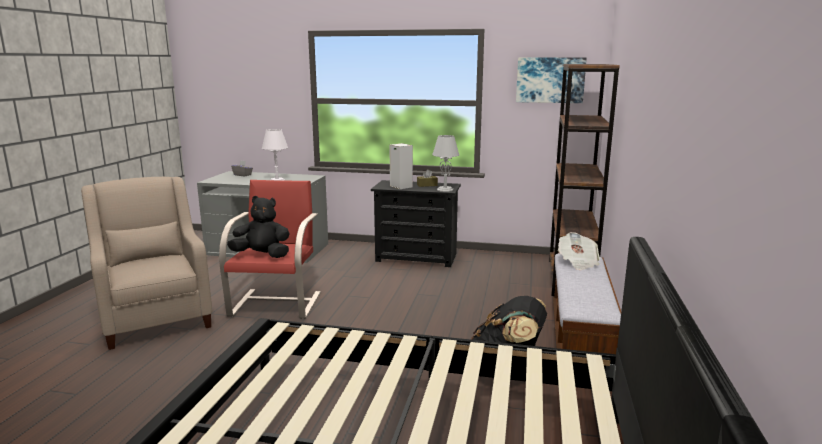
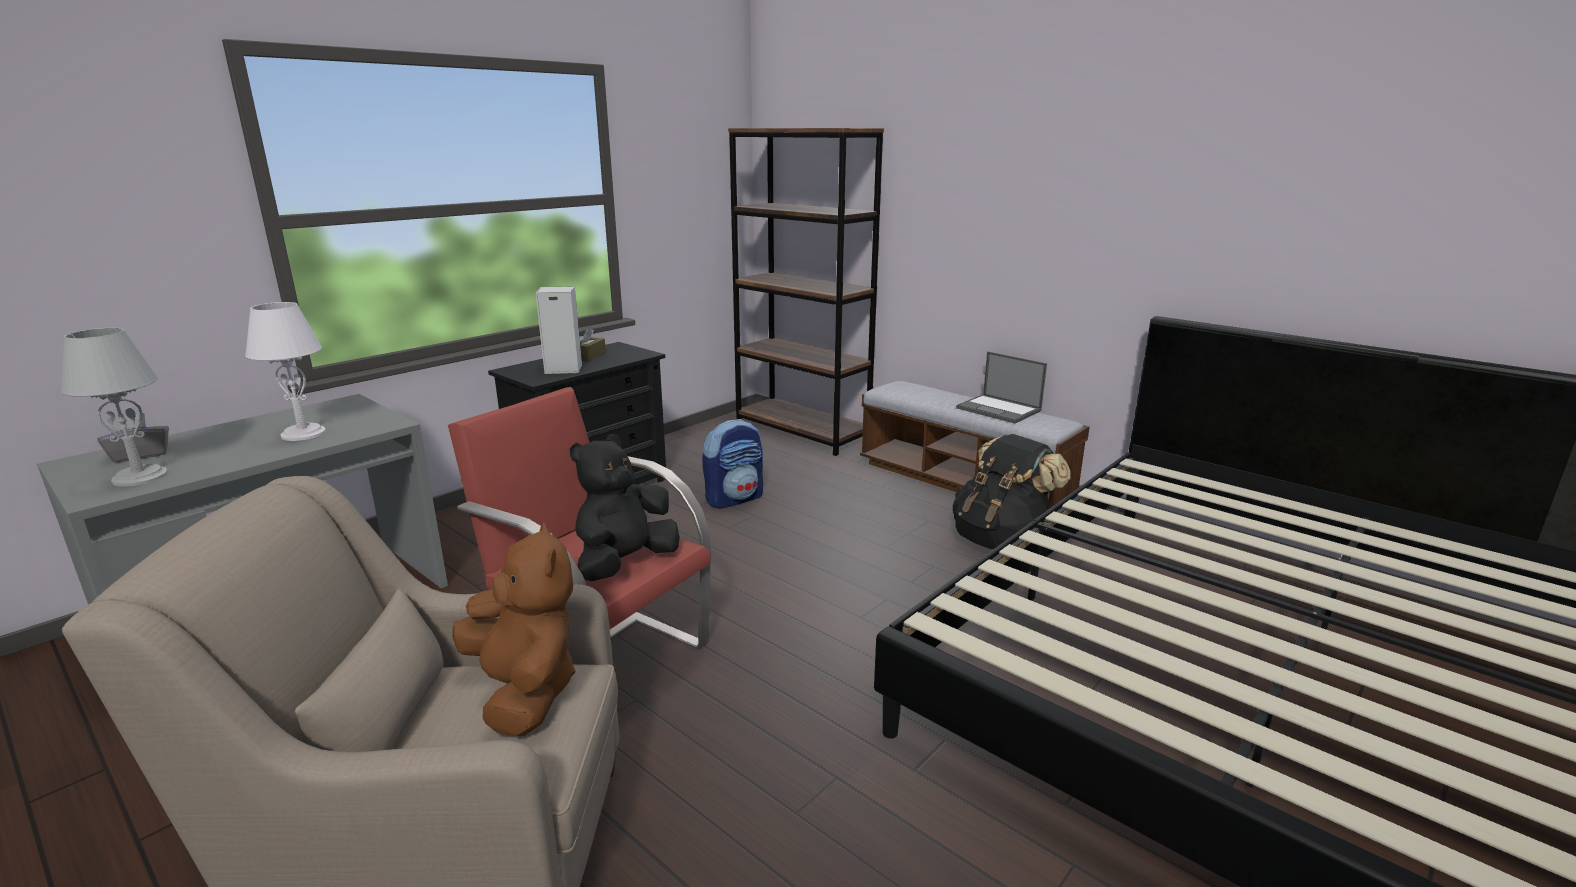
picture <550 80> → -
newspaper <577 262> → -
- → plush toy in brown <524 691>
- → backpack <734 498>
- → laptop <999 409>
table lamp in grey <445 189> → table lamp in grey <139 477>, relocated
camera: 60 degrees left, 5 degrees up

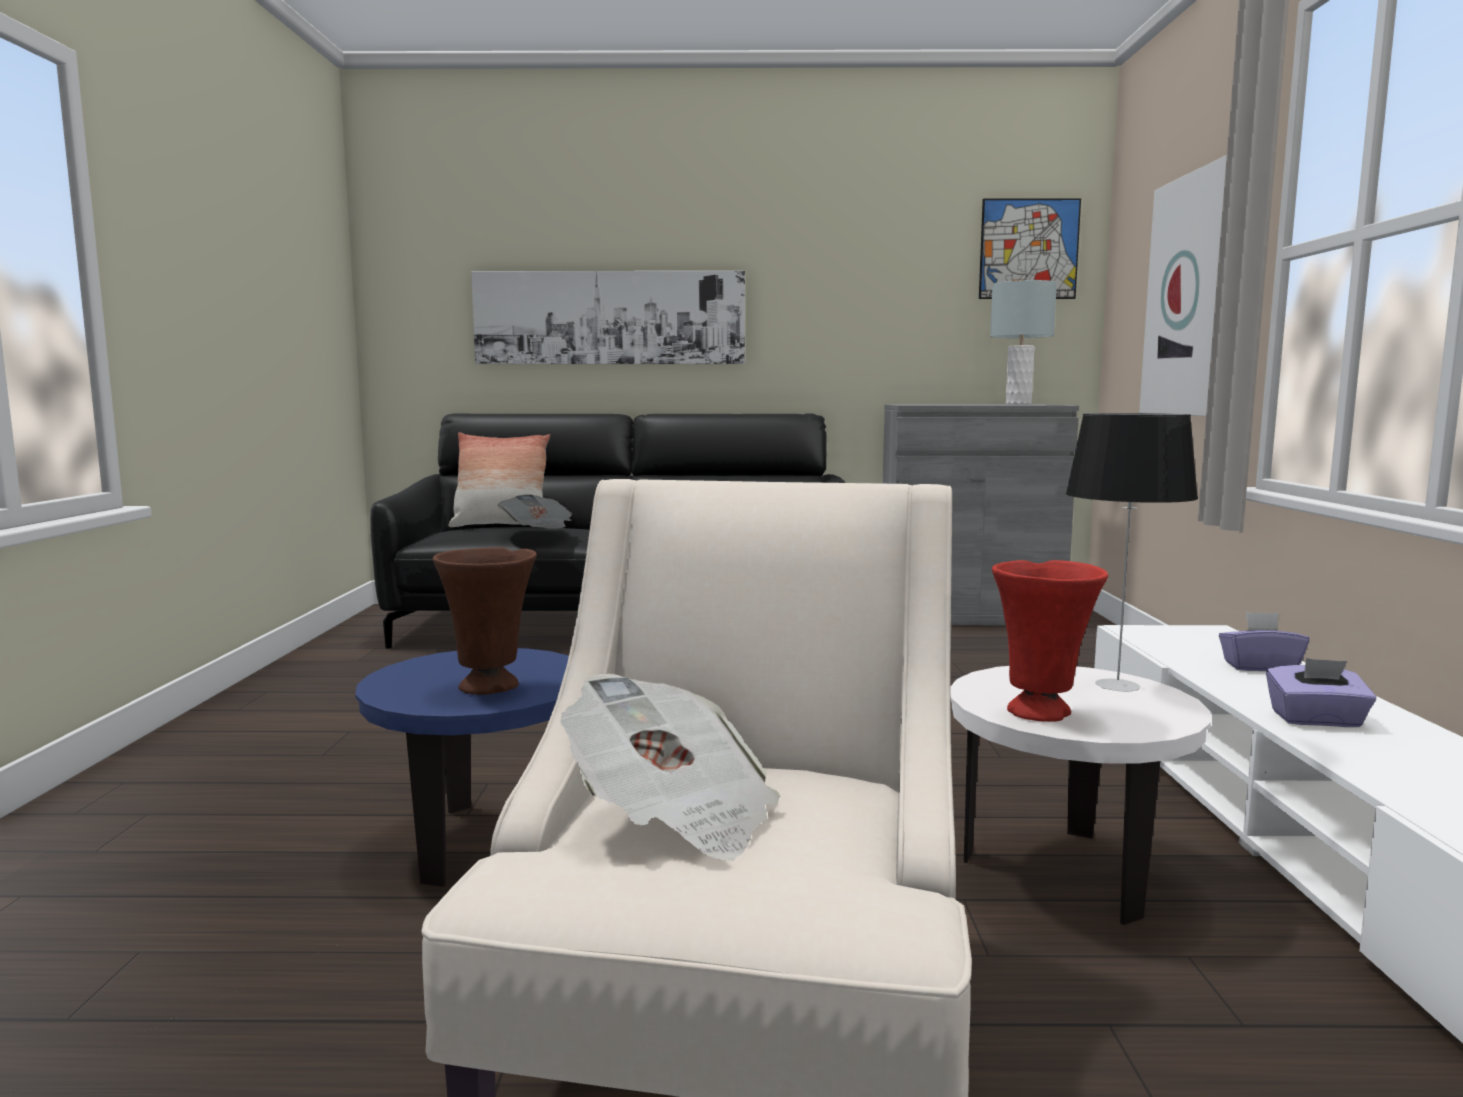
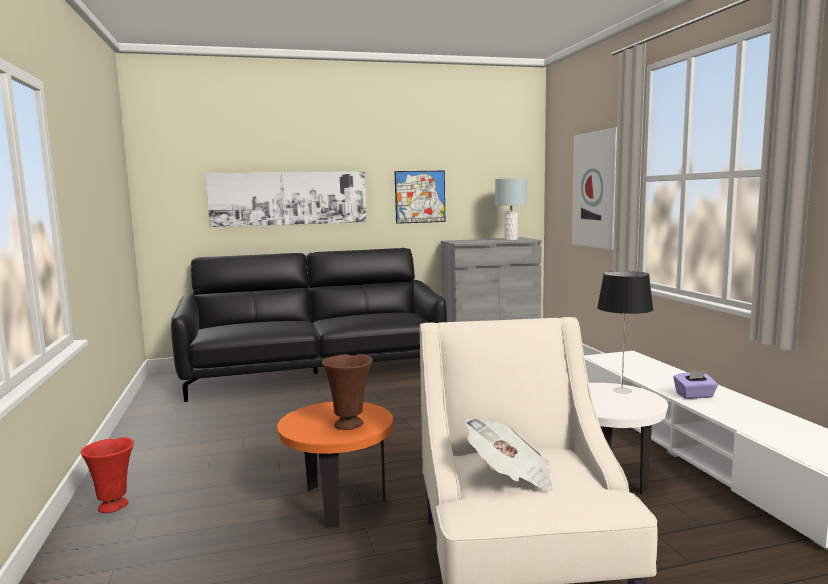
pillow <500 526> → -
newspaper <538 533> → -
tissue box in purple <1259 667> → -
picture <1029 249> → picture <420 196>, relocated
vase in red <1042 712> → vase in red <114 506>, relocated
side table in blue <484 841> → side table in orange <339 502>
camera: 15 degrees left, 0 degrees up

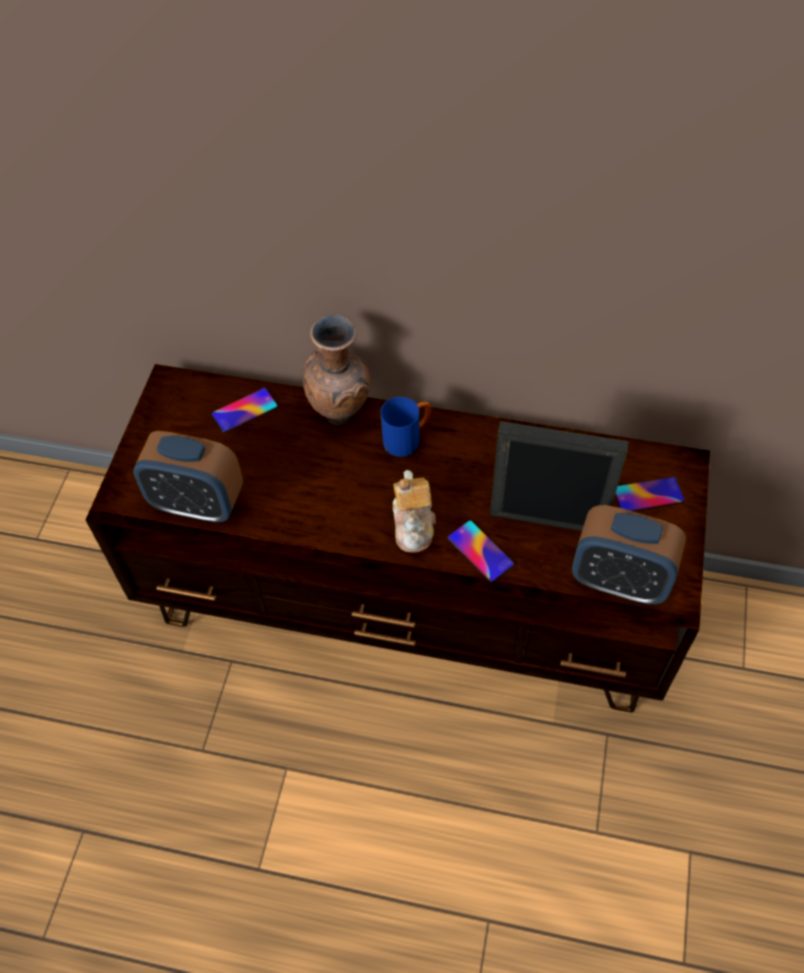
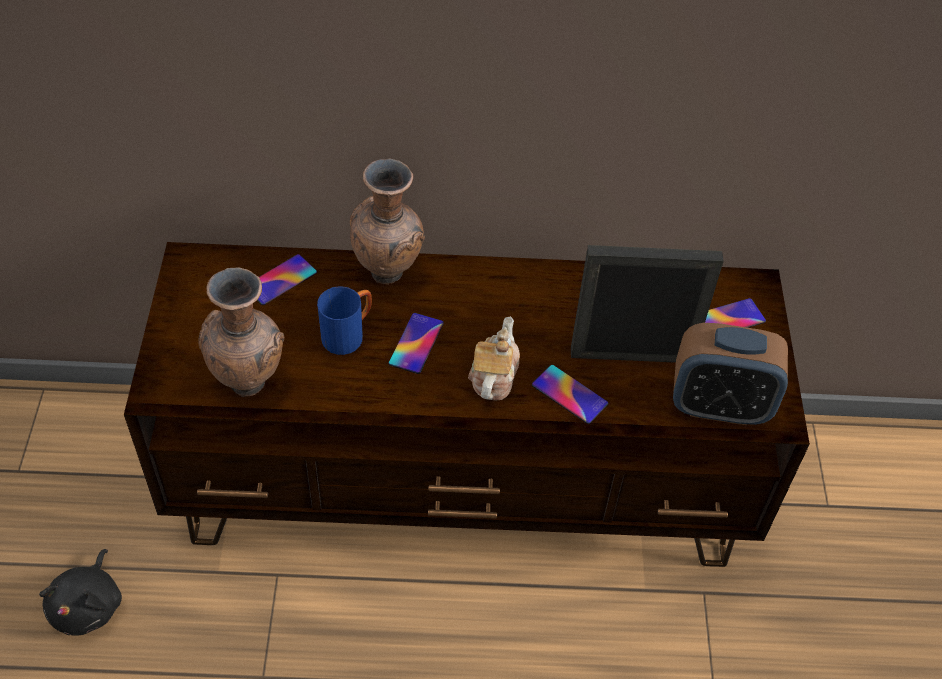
- → plush toy in black <89 605>
- → phone <416 343>
mug in blue <407 439> → mug in blue <348 334>, relocated
alarm clock <198 503> → vase in brown <250 382>
teapot <414 524> → teapot <493 376>, 150 degrees counterclockwise
camera: 15 degrees left, 5 degrees down

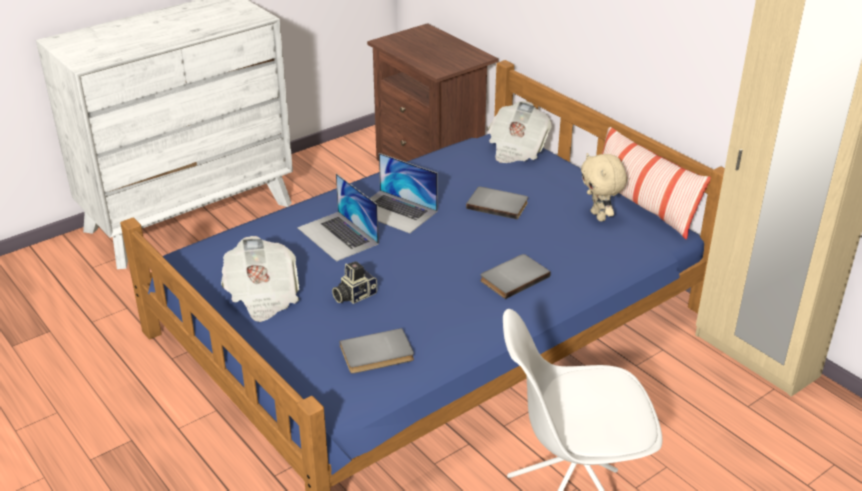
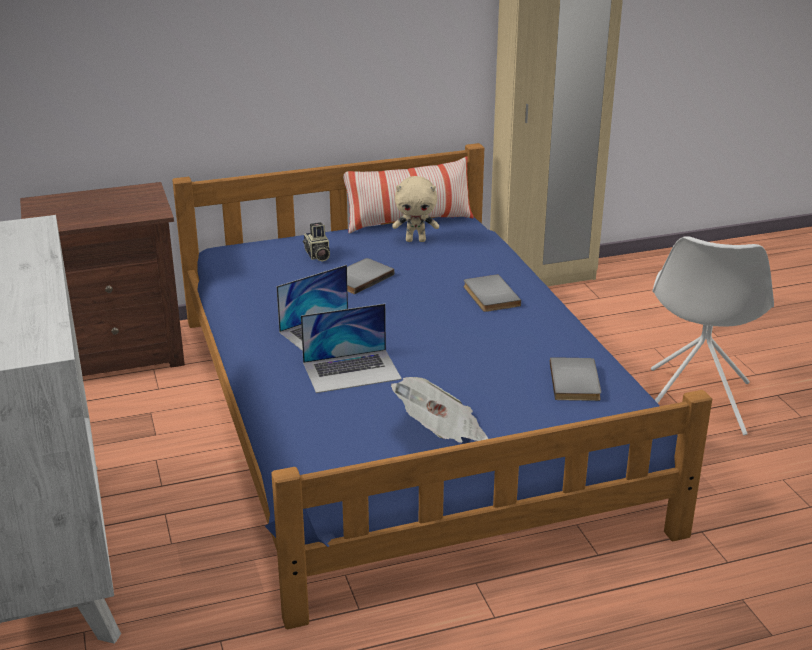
newspaper <516 149> → -
photo camera <354 295> → photo camera <317 255>, relocated
camera: 70 degrees left, 5 degrees down

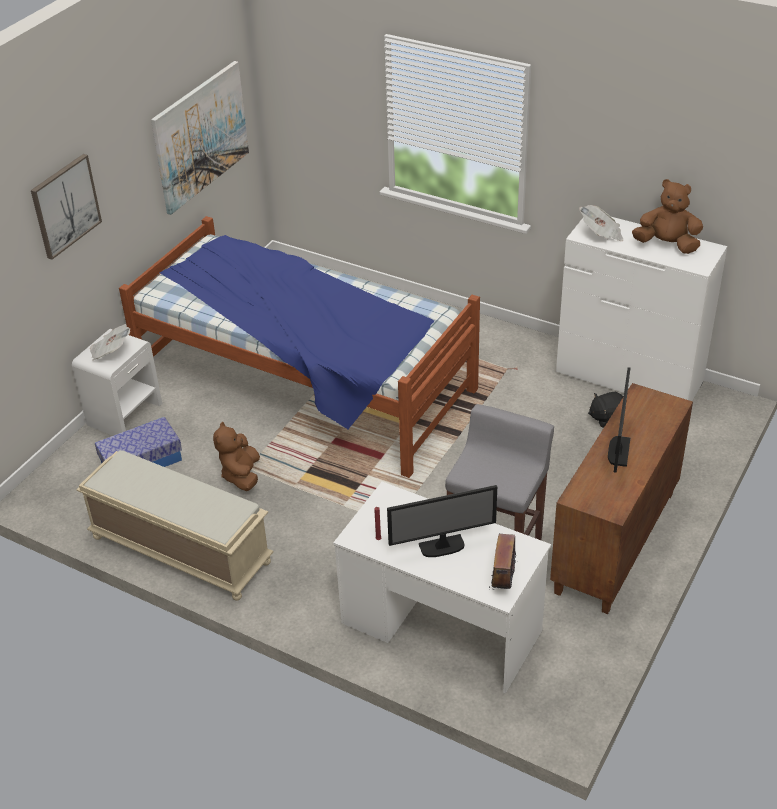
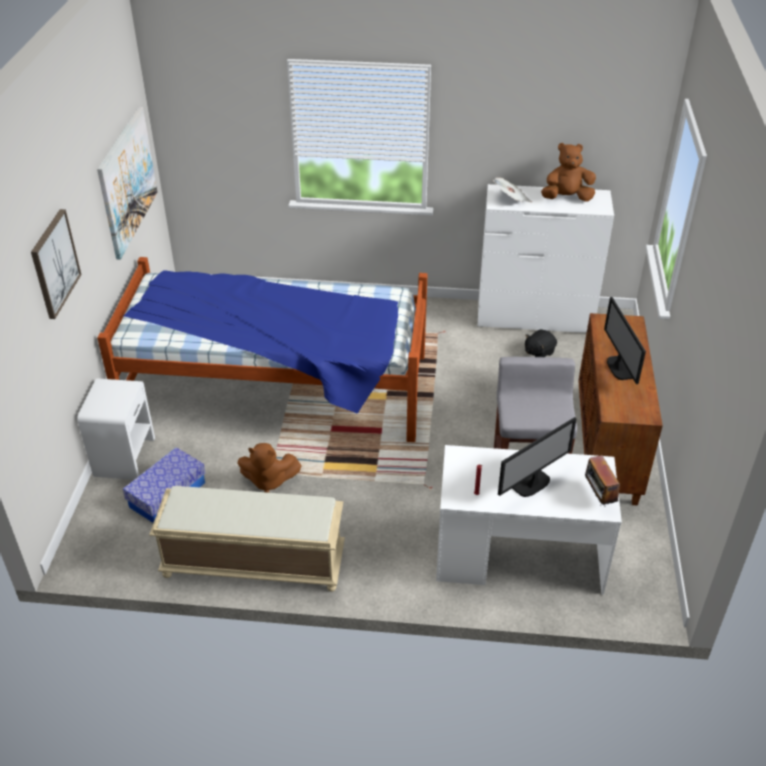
newspaper <110 352> → -
plush toy in brown <241 475> → plush toy in brown <268 481>, 60 degrees counterclockwise
camera: 25 degrees left, 0 degrees up

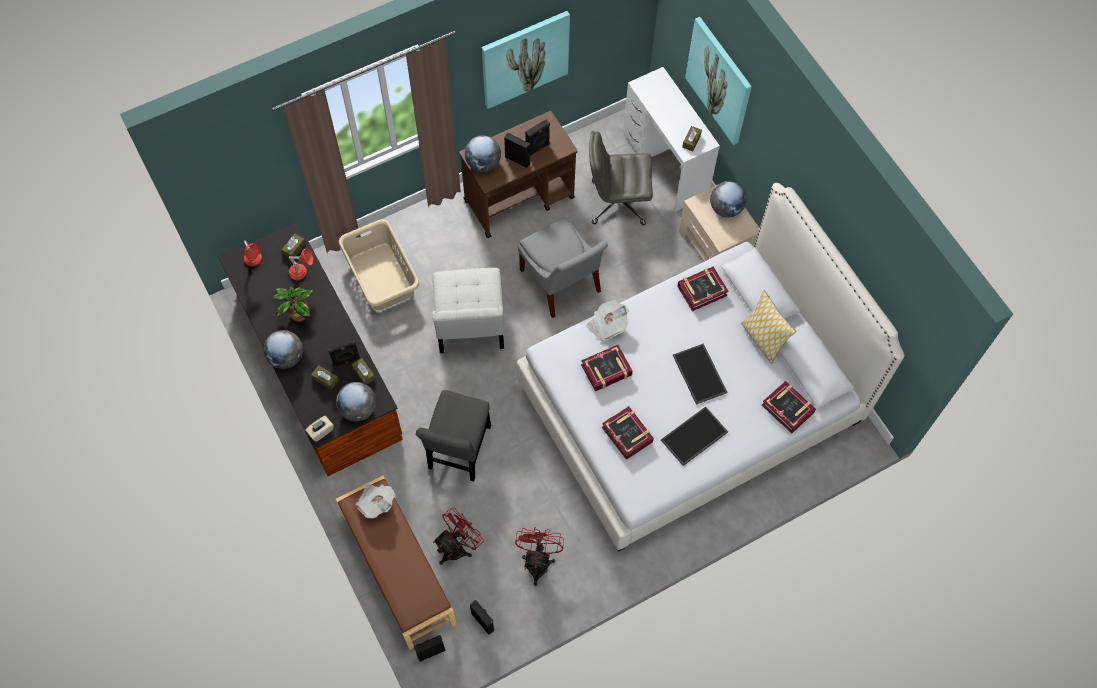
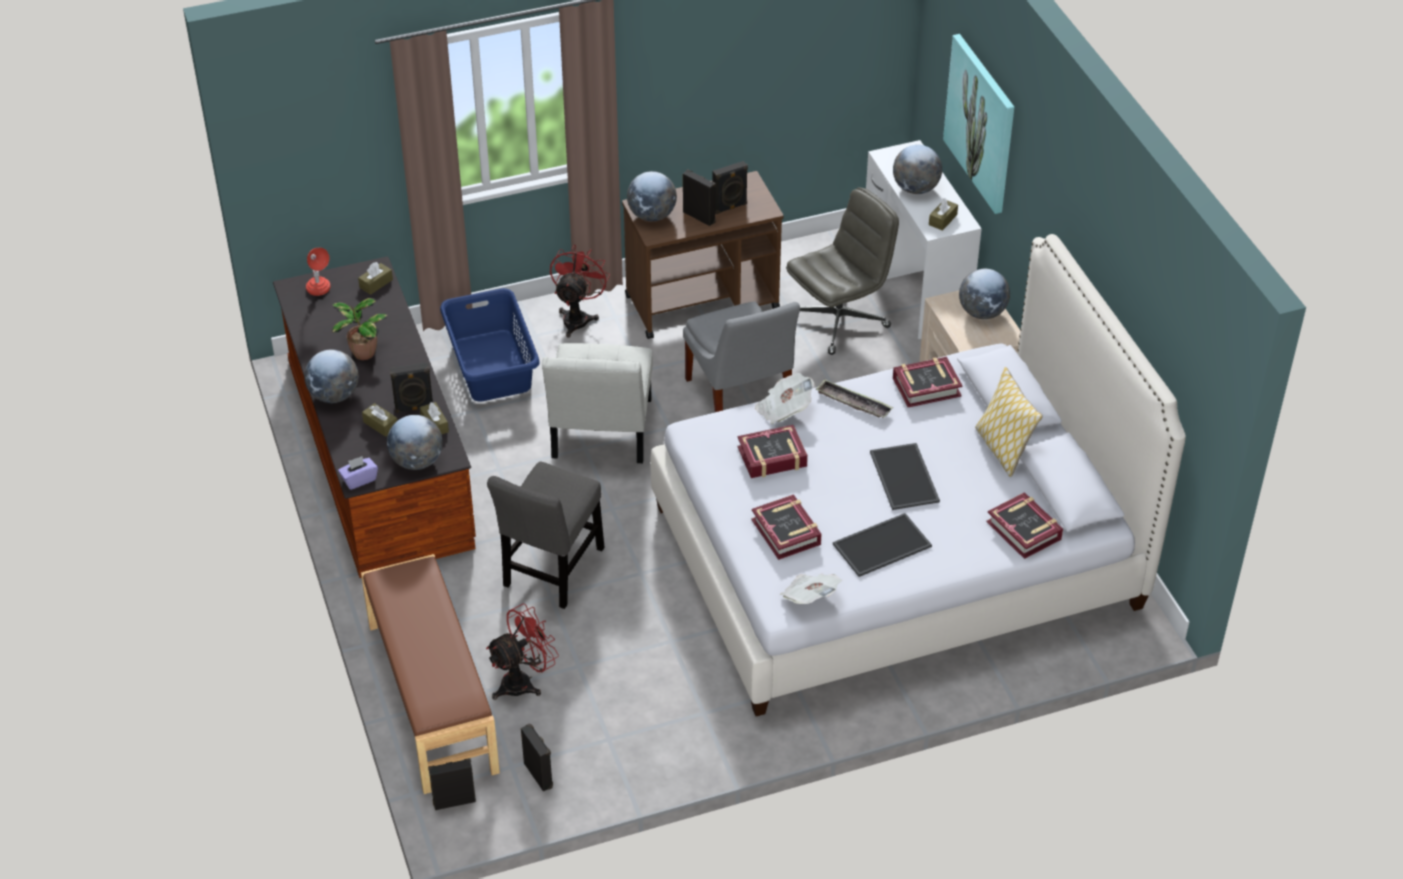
table lamp in red <303 274> → -
picture <524 58> → -
- → tray <853 403>
- → globe <915 189>
newspaper <376 502> → newspaper <810 598>, relocated
fan in red <538 561> → fan in red <578 317>, relocated
tissue box in beige <321 431> → tissue box in purple <359 480>
laundry basket in beige <382 276> → laundry basket in blue <492 365>
office chair in grey <617 202> → office chair in grey <839 320>, 135 degrees clockwise
camera: 10 degrees right, 20 degrees down

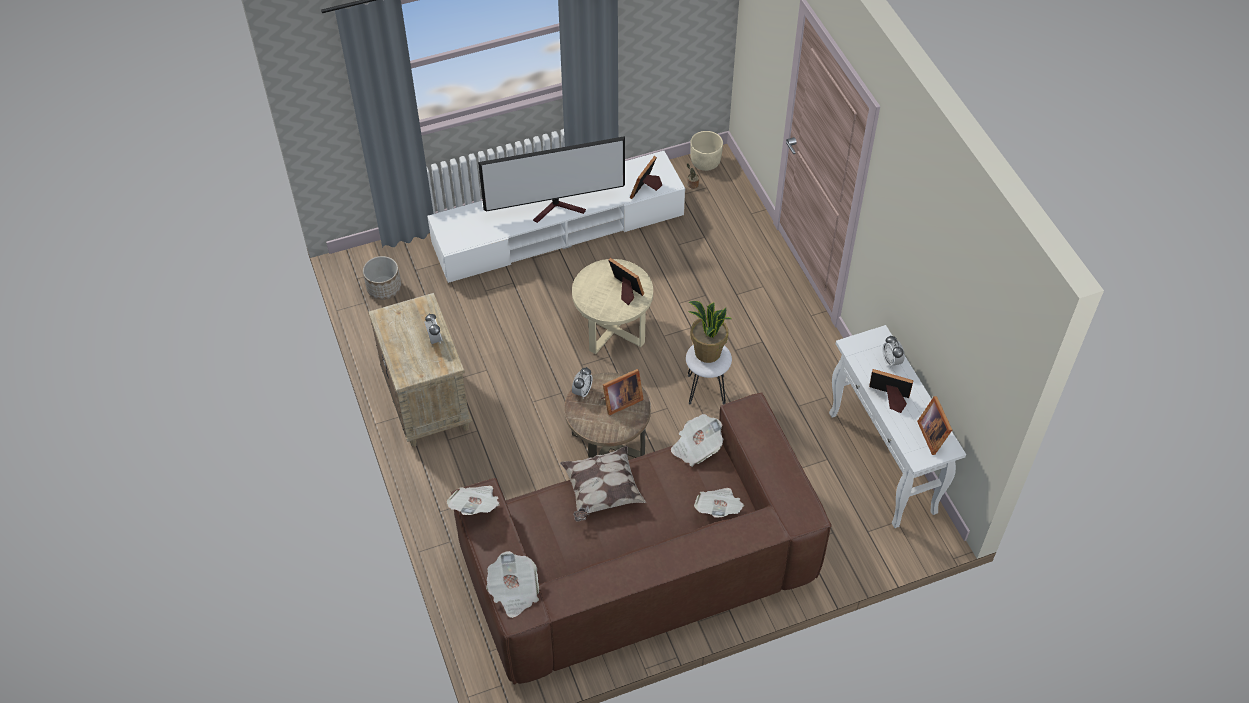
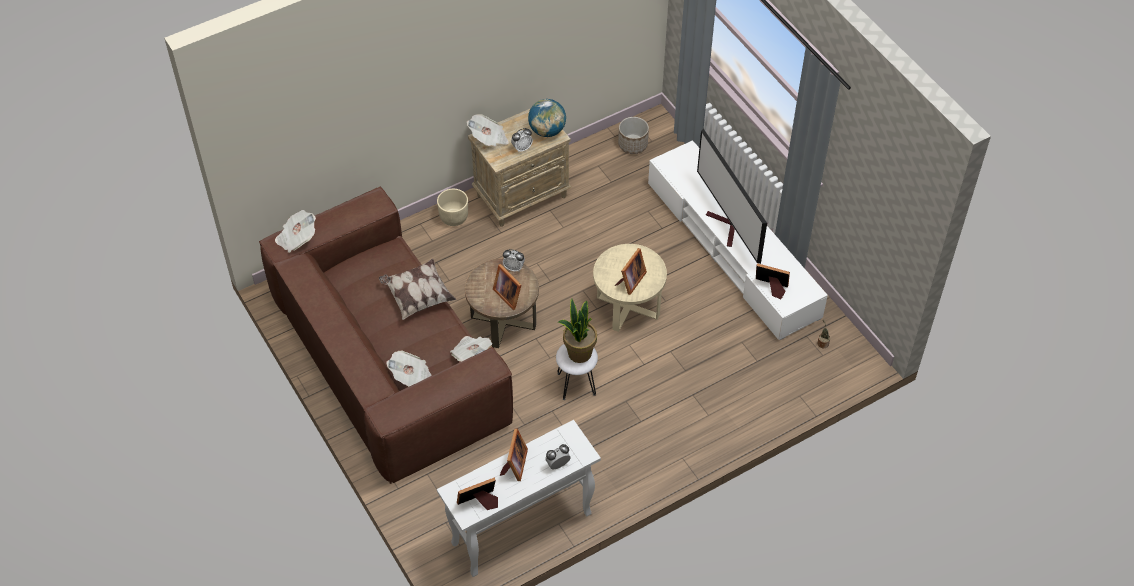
- → globe <547 131>
newspaper <476 506> → newspaper <488 139>, relocated
planter in beige <705 162> → planter in beige <454 217>, relocated
camera: 80 degrees right, 0 degrees up

